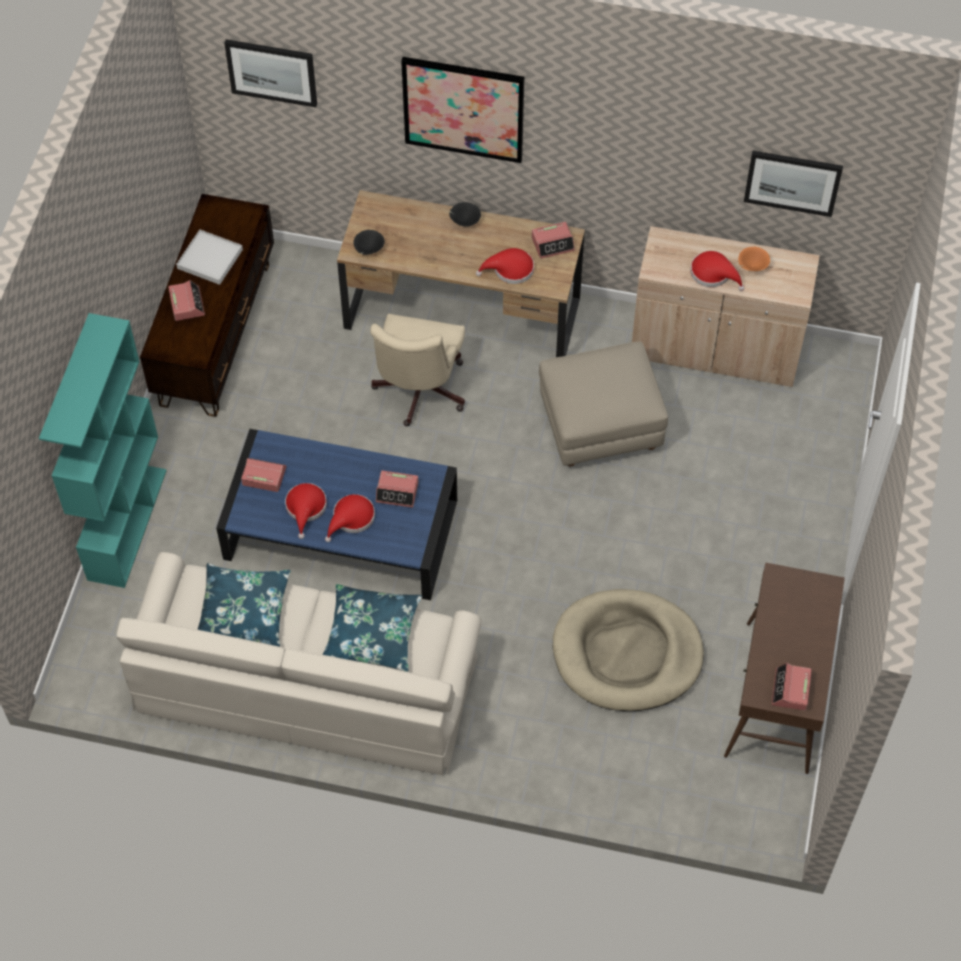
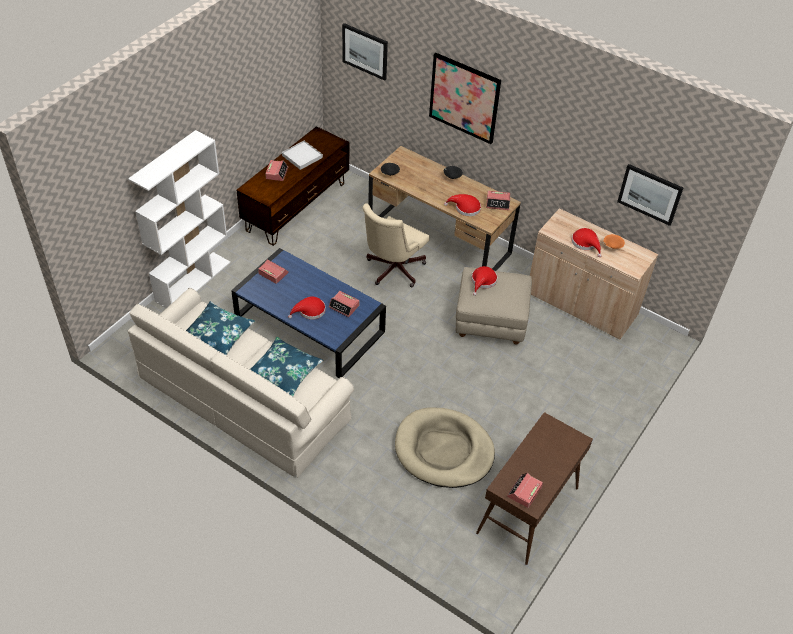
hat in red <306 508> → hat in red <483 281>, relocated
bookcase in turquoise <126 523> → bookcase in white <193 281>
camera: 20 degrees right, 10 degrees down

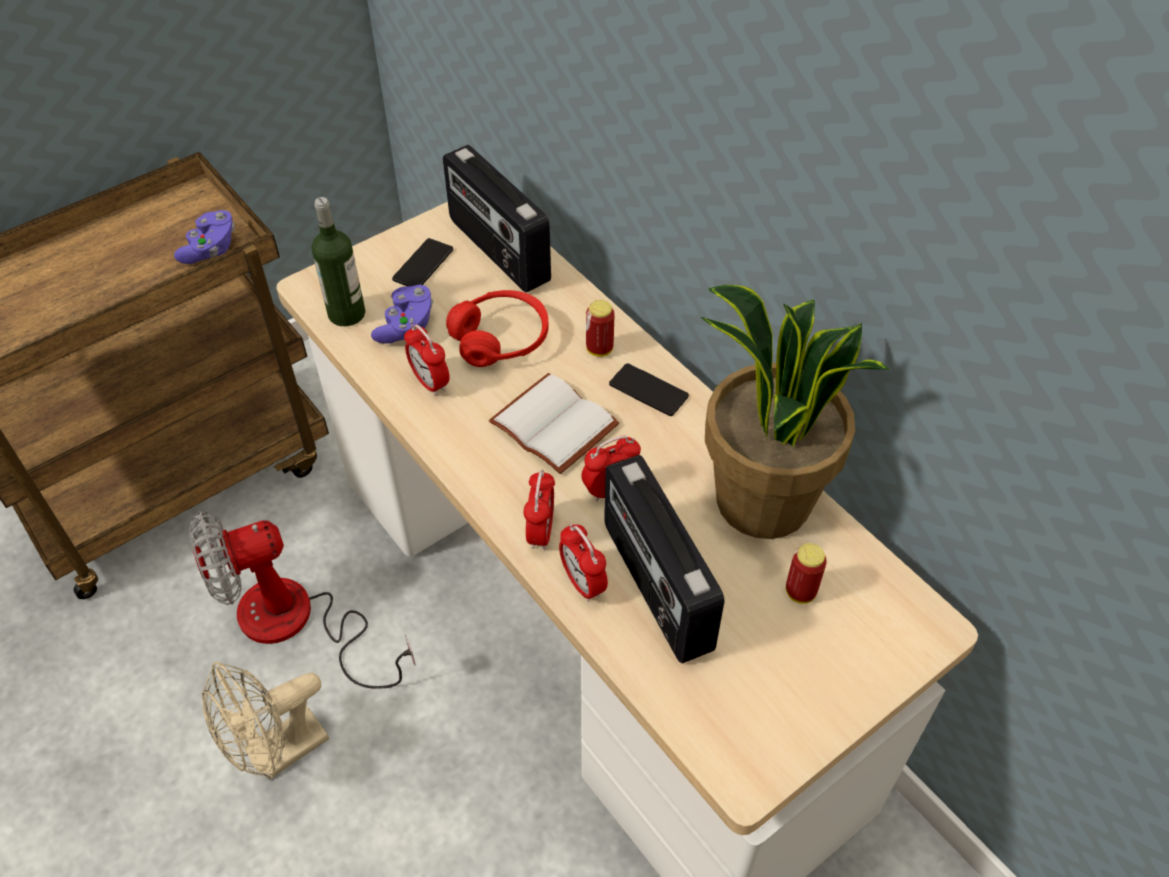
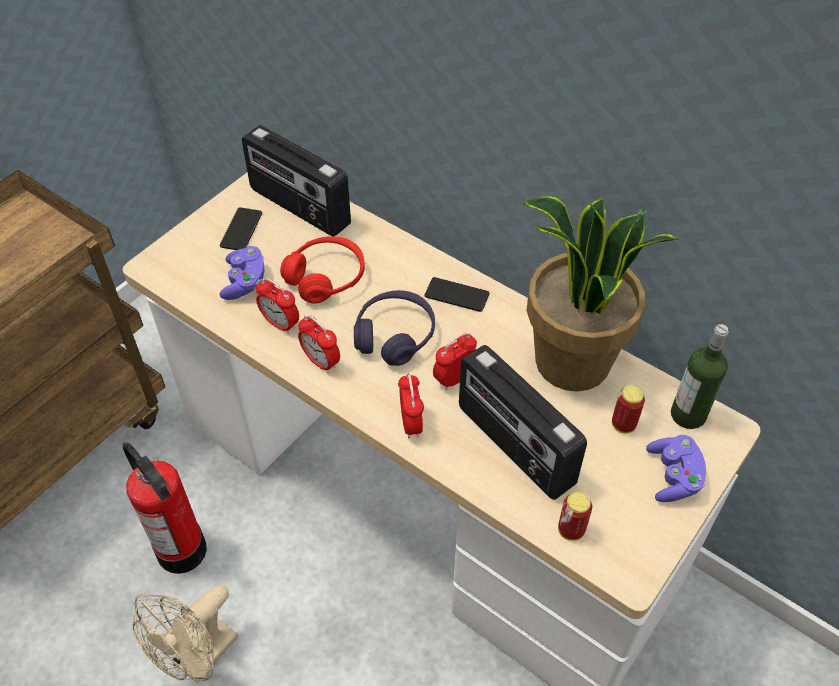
game controller in purple <210 249> → game controller in purple <673 477>, relocated
bottle <346 313> → bottle <688 415>, relocated
alarm clock <583 583> → alarm clock <321 361>, relocated
can <599 349> → can <571 530>, relocated
fan <297 624> → fire extinguisher <182 549>
book in white <557 424> → headphones in purple <394 336>
camera: 15 degrees left, 0 degrees up

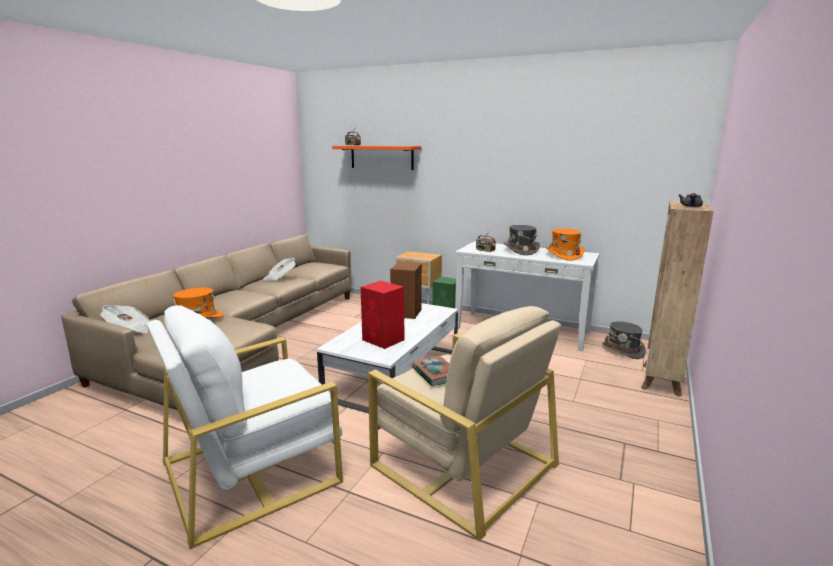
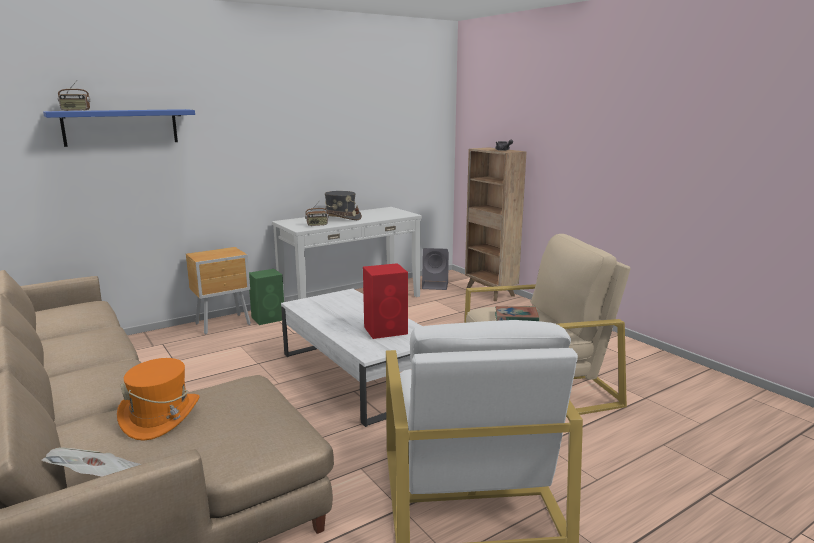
newspaper <280 278> → -
speaker in brown <406 312> → -
hat in orange <563 255> → -
hat in grey <623 350> → speaker in grey <436 285>
shelf in orange <381 157> → shelf in blue <121 127>
camera: 60 degrees left, 0 degrees up

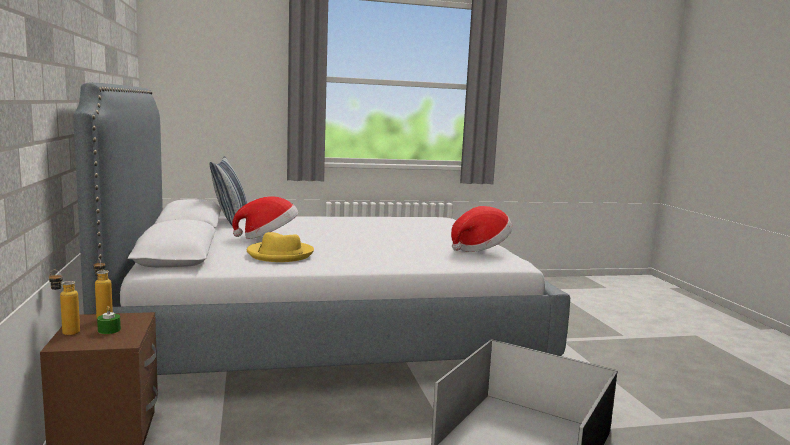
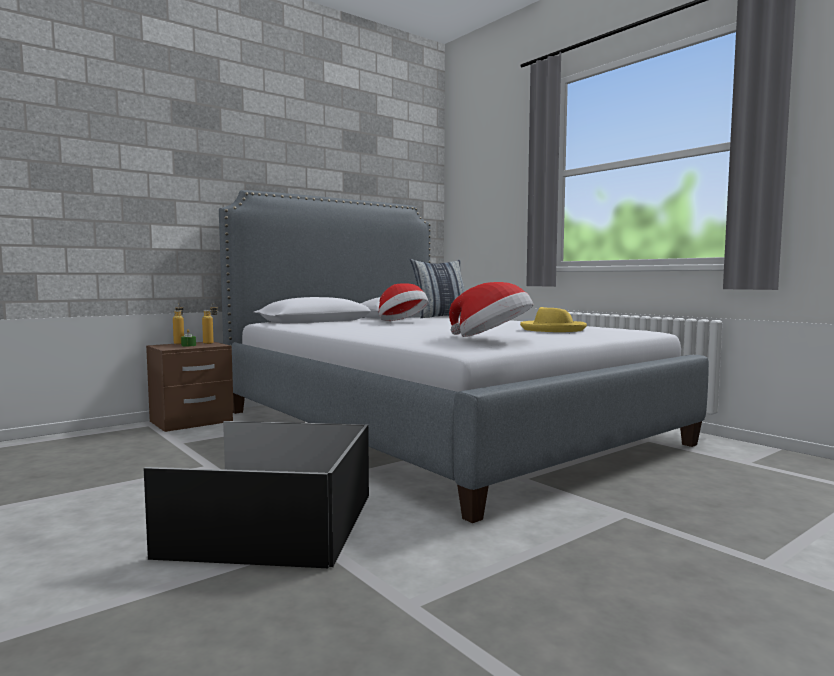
hat in yellow <280 254> → hat in yellow <553 329>, relocated
camera: 65 degrees right, 5 degrees down

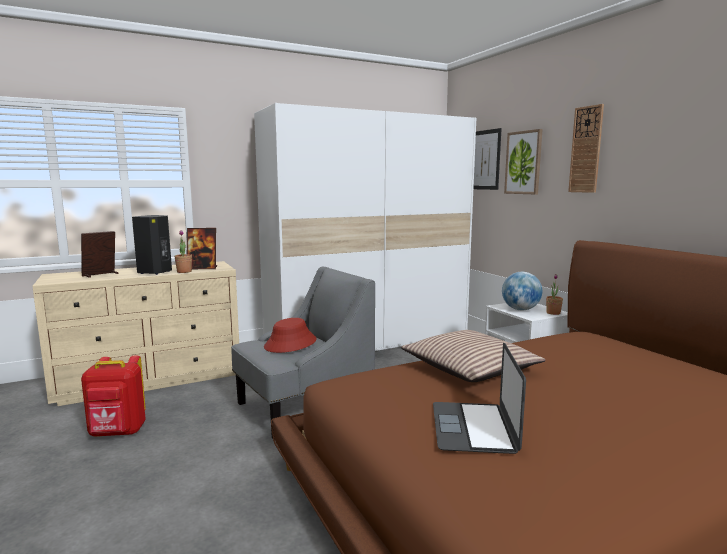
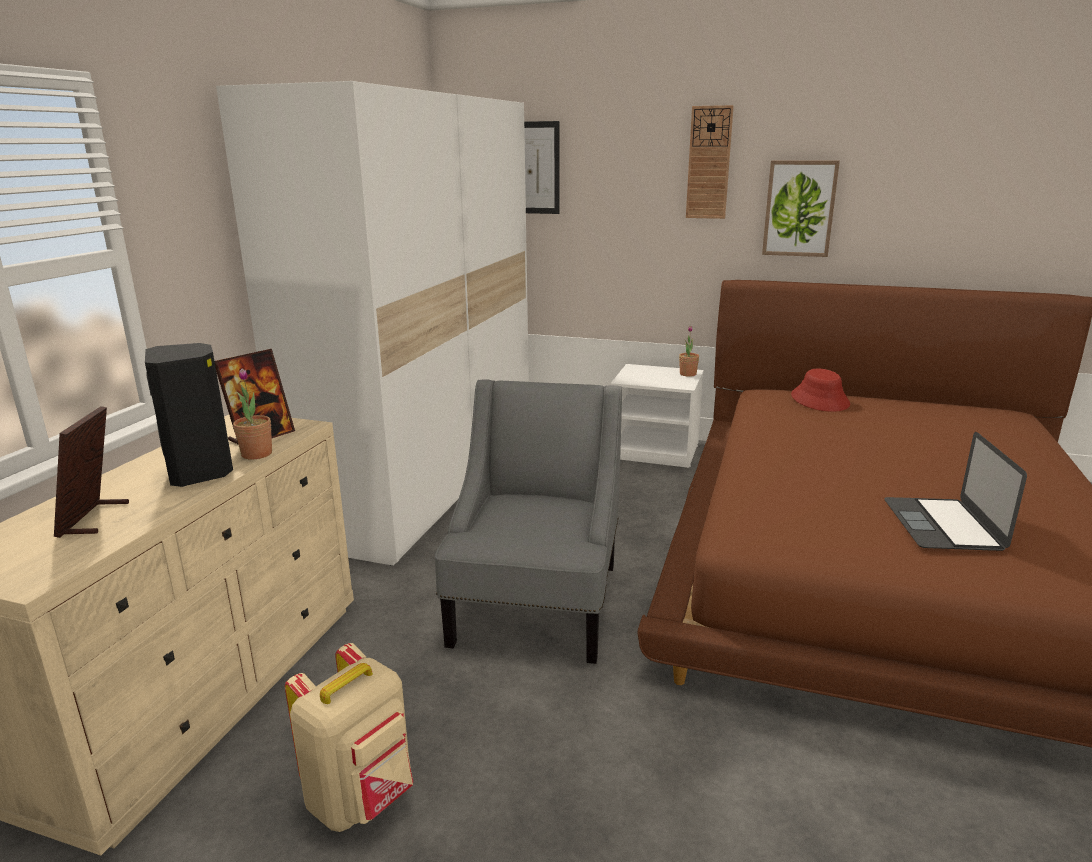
pillow <470 368> → -
globe <520 309> → -
hat in red <290 344> → hat in red <820 400>, relocated
picture <523 162> → picture <799 208>, relocated
backpack in red <118 432> → backpack in beige <362 798>
laptop <473 427> → laptop <943 524>, 45 degrees clockwise
camera: 45 degrees left, 10 degrees up

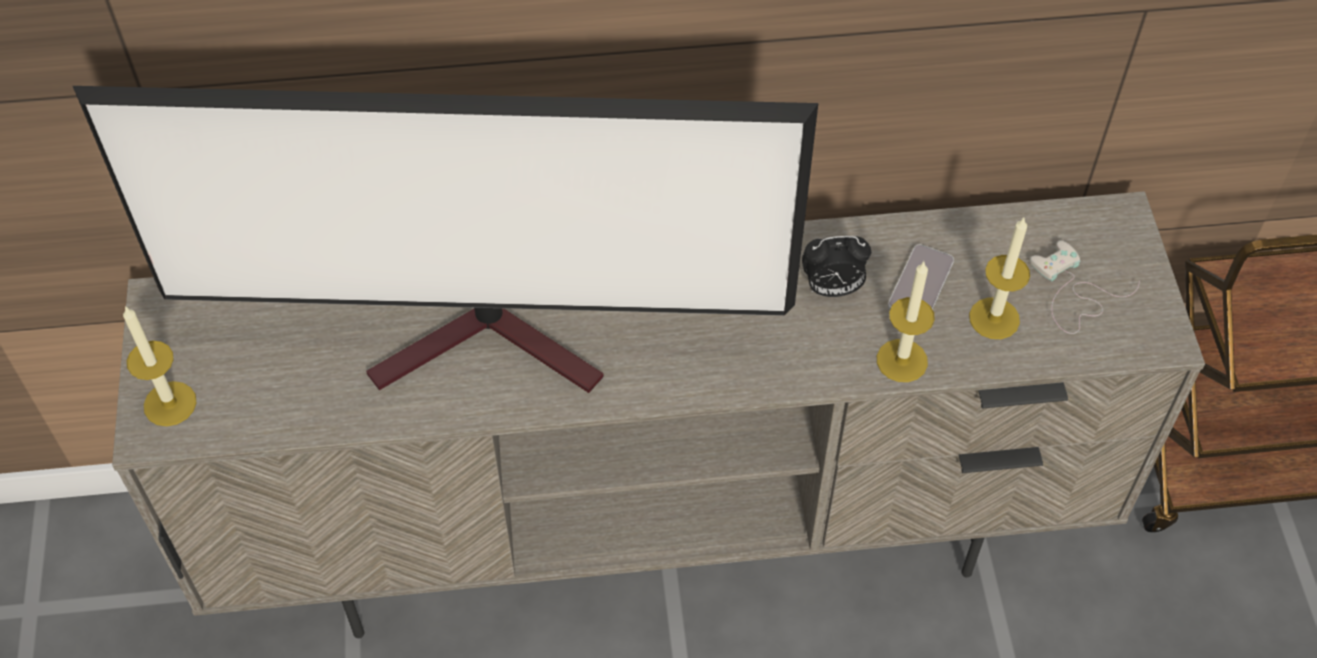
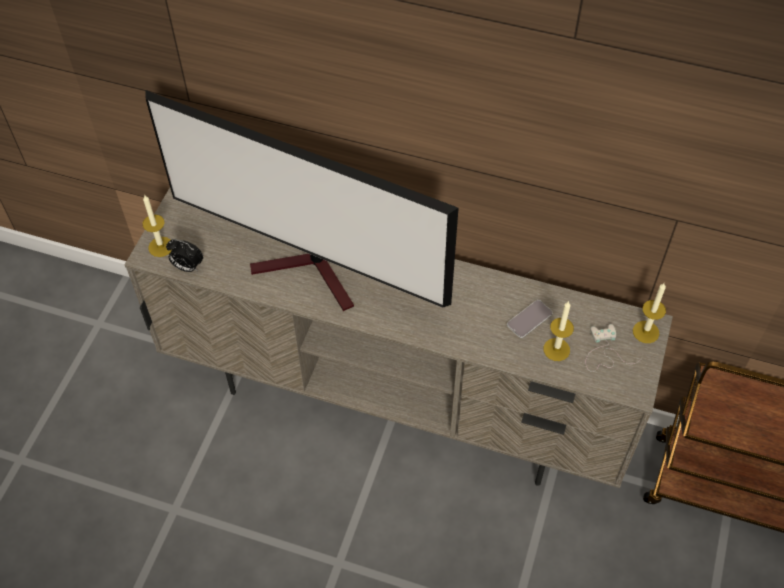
alarm clock <832 288> → alarm clock <187 267>, relocated
candle <902 360> → candle <645 332>, relocated
camera: 25 degrees right, 0 degrees up

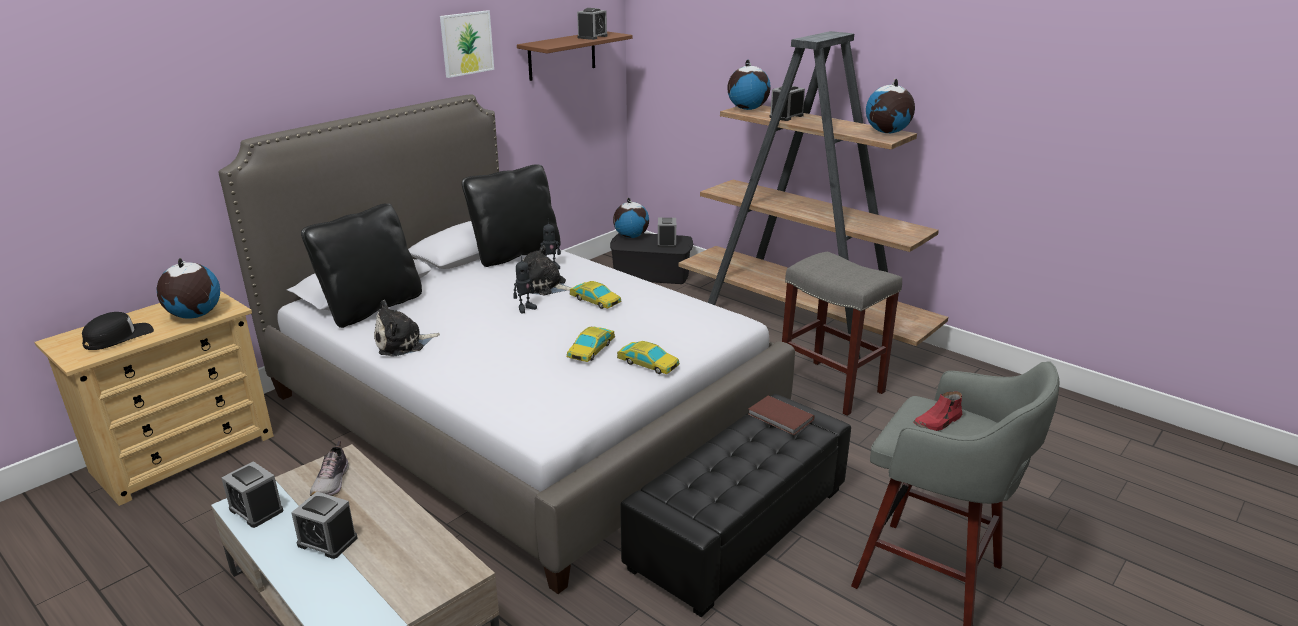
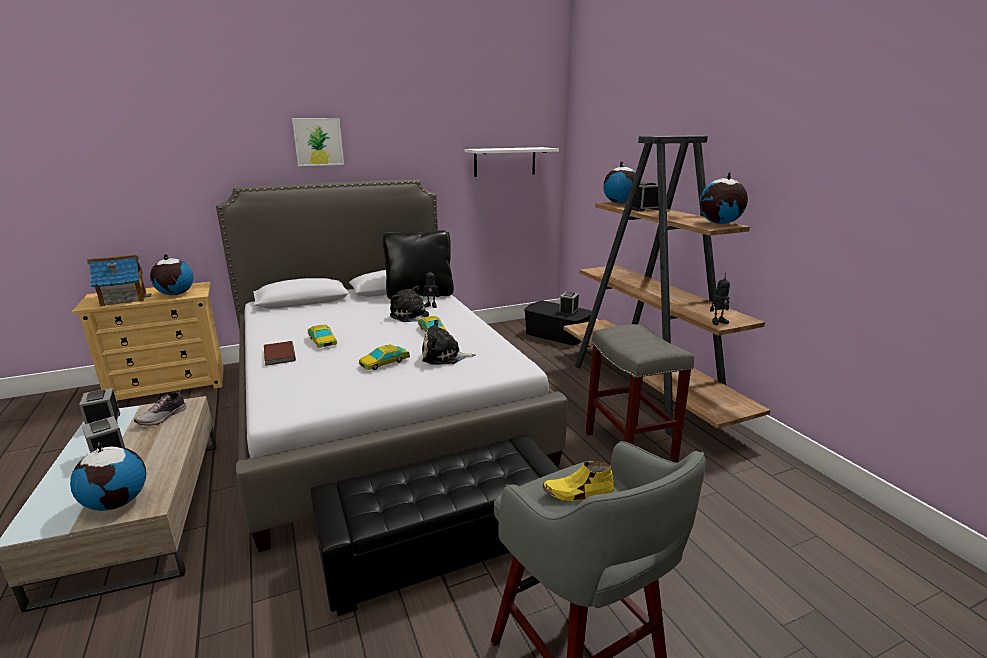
pillow in black <372 307> → -
alarm clock <592 37> → -
plush toy <403 343> → plush toy <444 357>, relocated
picture <466 43> → picture <318 142>, relocated
toy robot <525 308> → toy robot <718 322>, relocated
globe <631 236> → globe <118 502>, relocated
toy car <648 363> → toy car <322 340>, relocated
book in brown <780 418> → book in brown <278 355>, relocated
cap in black <118 337> → toy house <123 298>
shelf in brown <562 55> → shelf in white <505 161>
shoe in red <938 422> → shoe in yellow <578 492>
camera: 25 degrees right, 5 degrees down

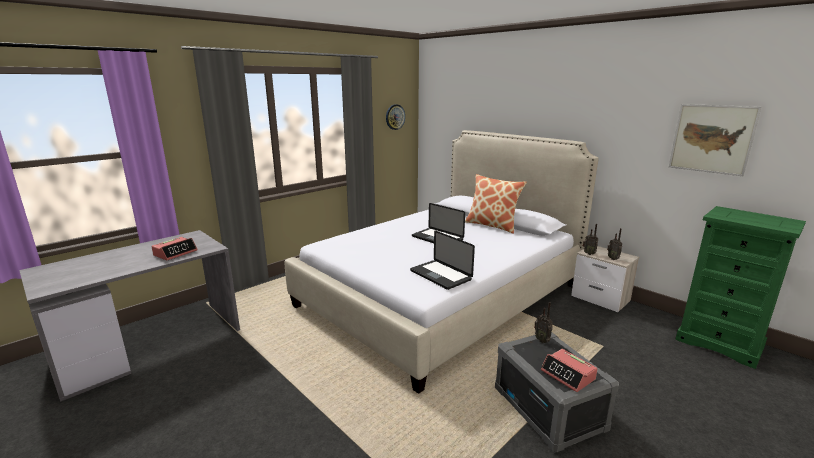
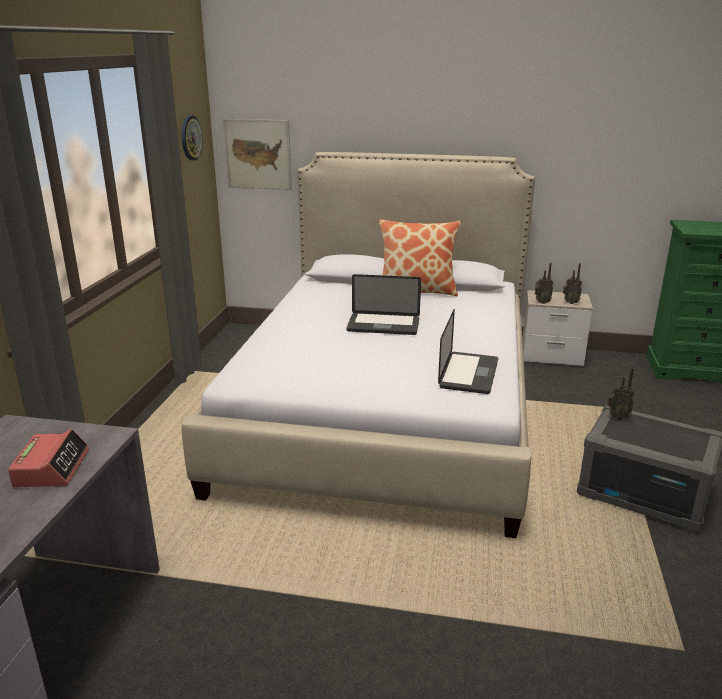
alarm clock <568 375> → -
picture <711 139> → picture <258 154>, relocated
laptop <440 275> → laptop <468 374>, 90 degrees counterclockwise
camera: 35 degrees left, 5 degrees up

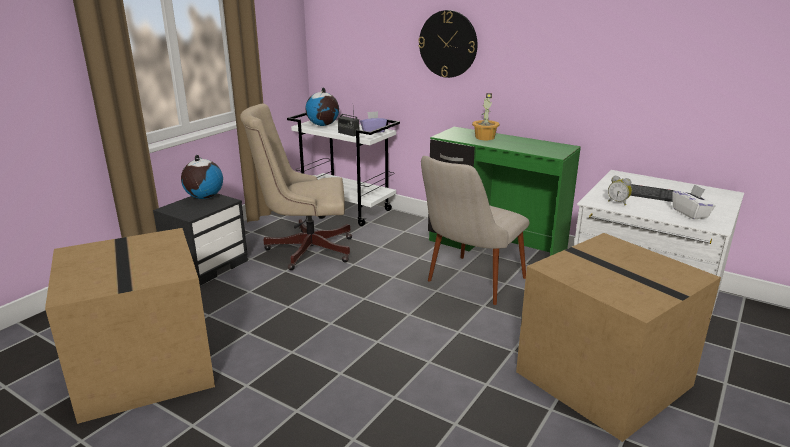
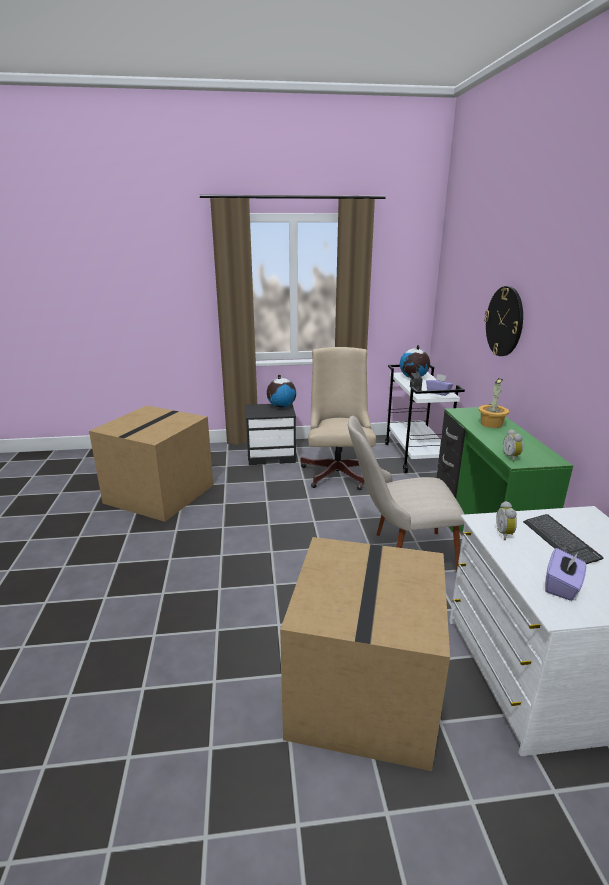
- → alarm clock <512 457>
tissue box in white <690 213> → tissue box in purple <562 586>
office chair in beige <304 249> → office chair in beige <338 471>, 45 degrees clockwise
camera: 50 degrees right, 0 degrees up

